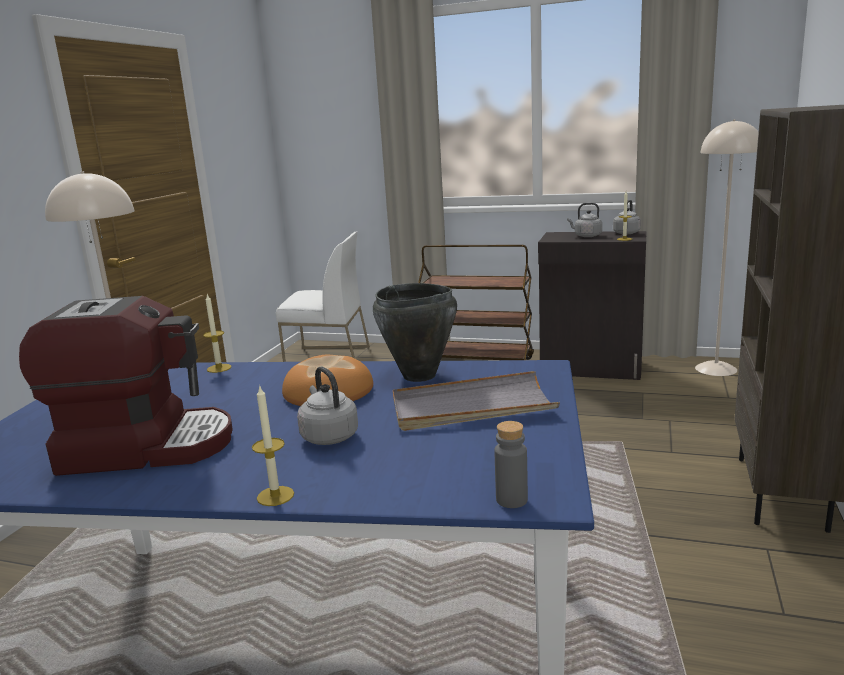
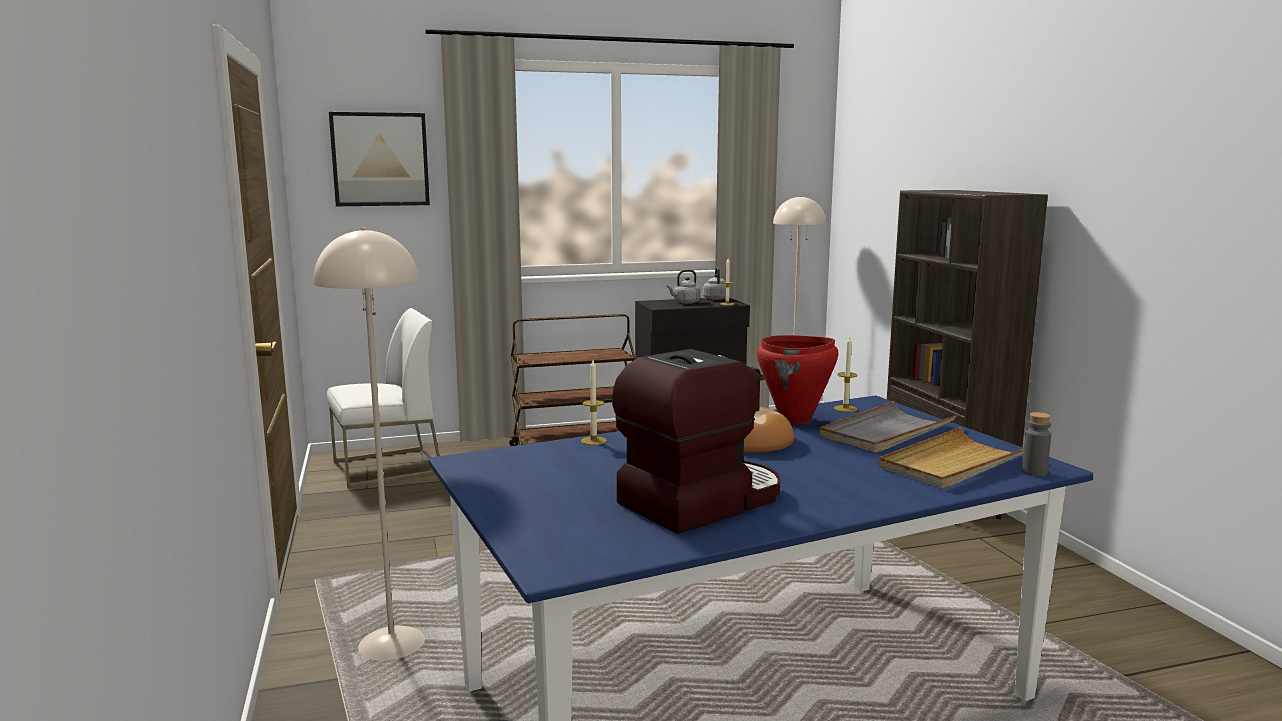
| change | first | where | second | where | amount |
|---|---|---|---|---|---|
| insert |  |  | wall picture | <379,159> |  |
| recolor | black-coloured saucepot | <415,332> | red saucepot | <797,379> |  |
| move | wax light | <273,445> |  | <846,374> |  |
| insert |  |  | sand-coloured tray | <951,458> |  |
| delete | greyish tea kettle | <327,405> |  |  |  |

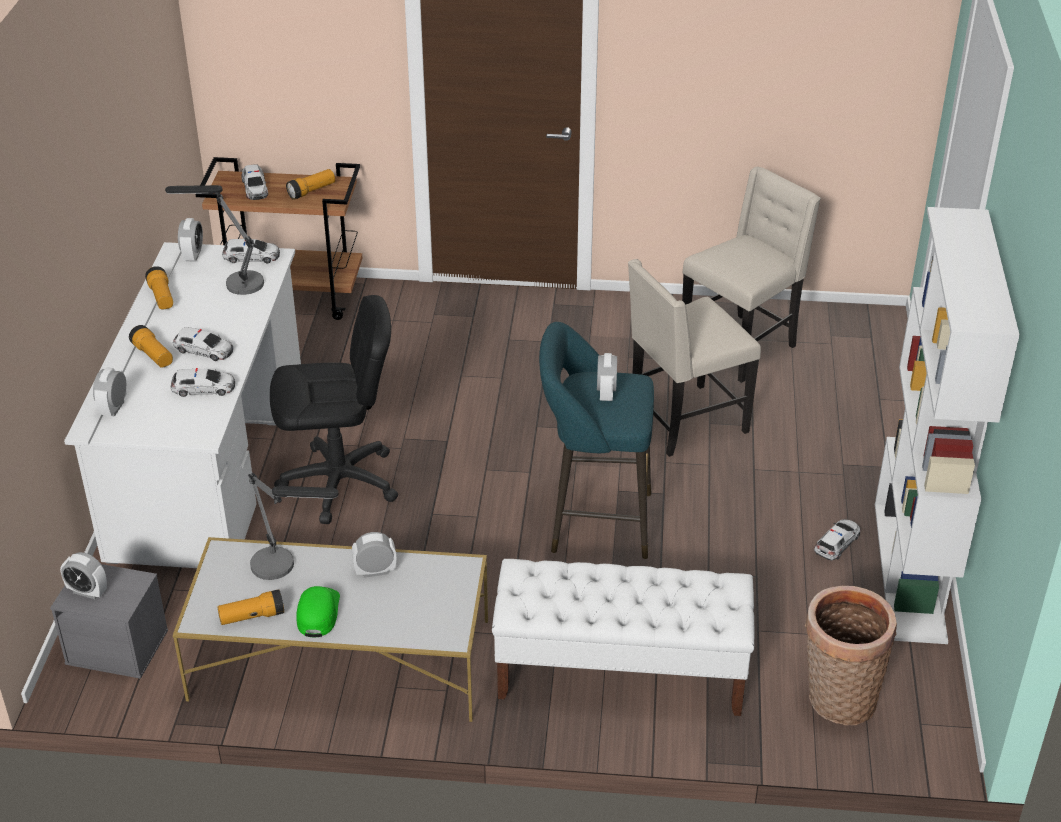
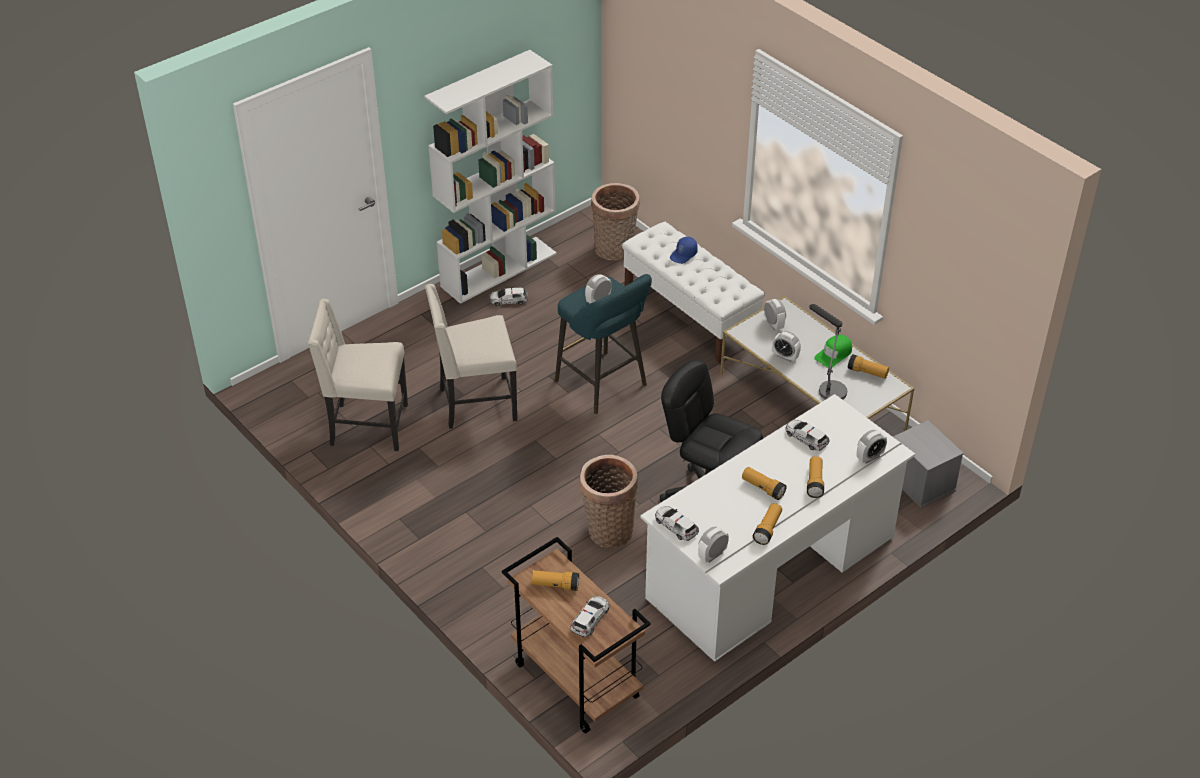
| change | first | where | second | where | amount |
|---|---|---|---|---|---|
| rotate | sand-coloured upright chair | <694,358> |  | <471,356> | 150 degrees clockwise |
| insert |  |  | household basket | <609,501> |  |
| insert |  |  | bluish baseball cap | <684,250> |  |
| insert |  |  | torch | <764,483> |  |
| move | bedside clock | <83,575> |  | <775,314> |  |
| delete | tabletop lamp | <214,240> |  |  |  |
| delete | miniature car | <203,344> |  |  |  |

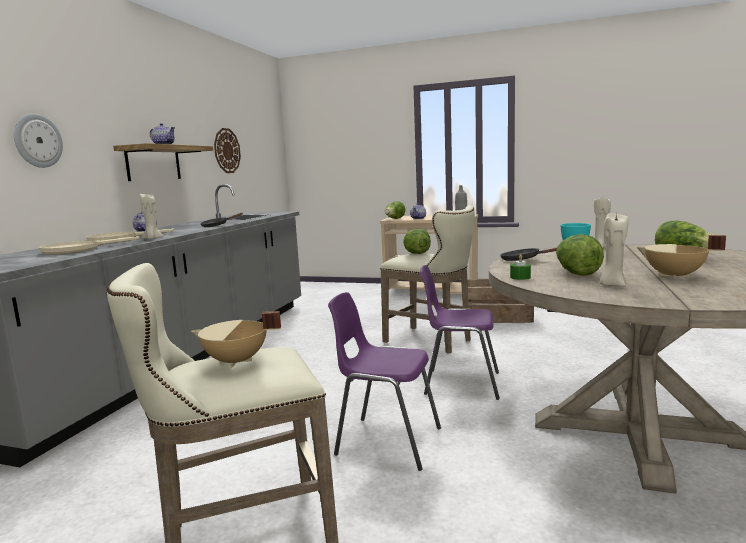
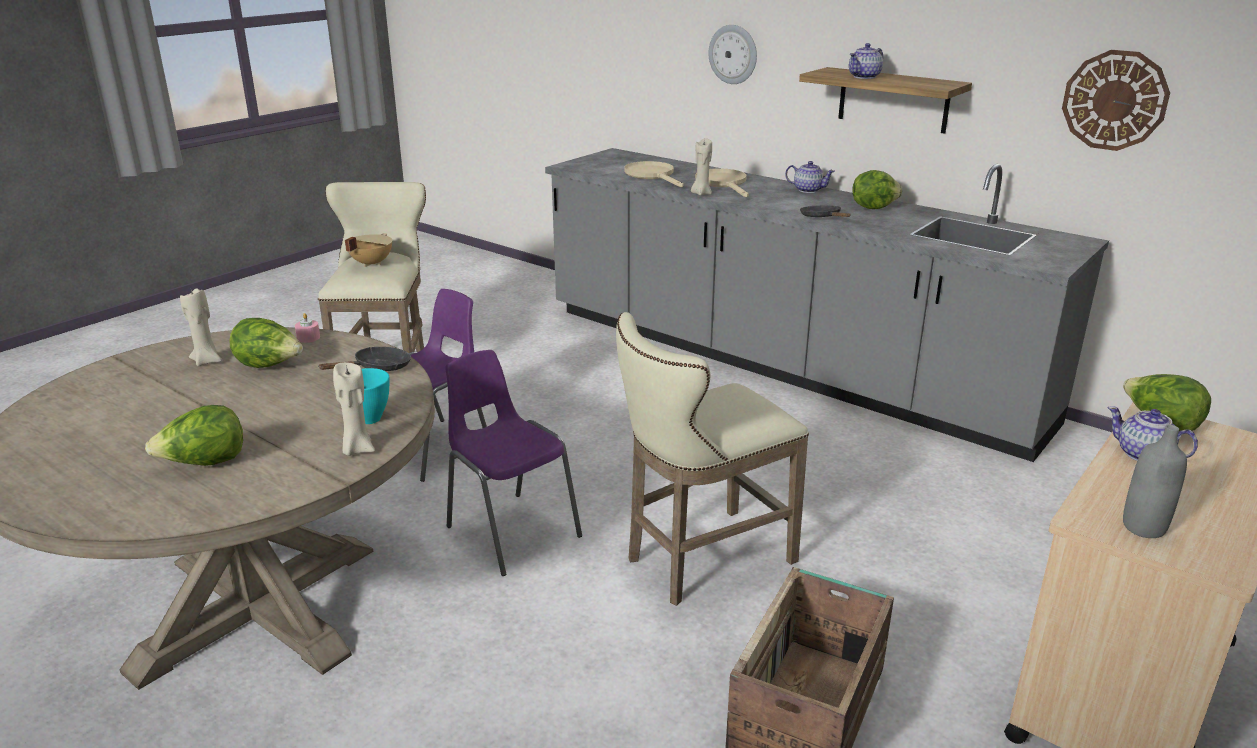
| change | first | where | second | where | amount |
|---|---|---|---|---|---|
| recolor | green wax light | <520,267> | pink wax light | <307,328> |  |
| rotate | purple upright chair | <460,332> |  | <513,463> | 75 degrees counterclockwise |
| move | lettuce head | <417,241> |  | <877,189> |  |
| delete | sand-coloured saucepot | <681,257> |  |  |  |

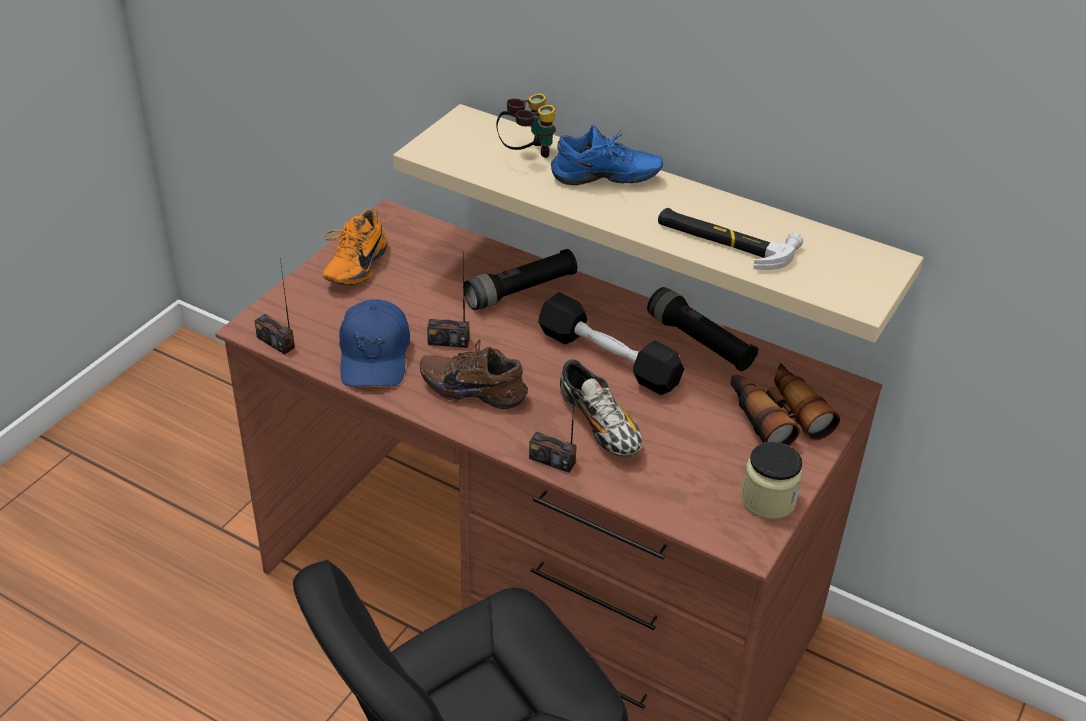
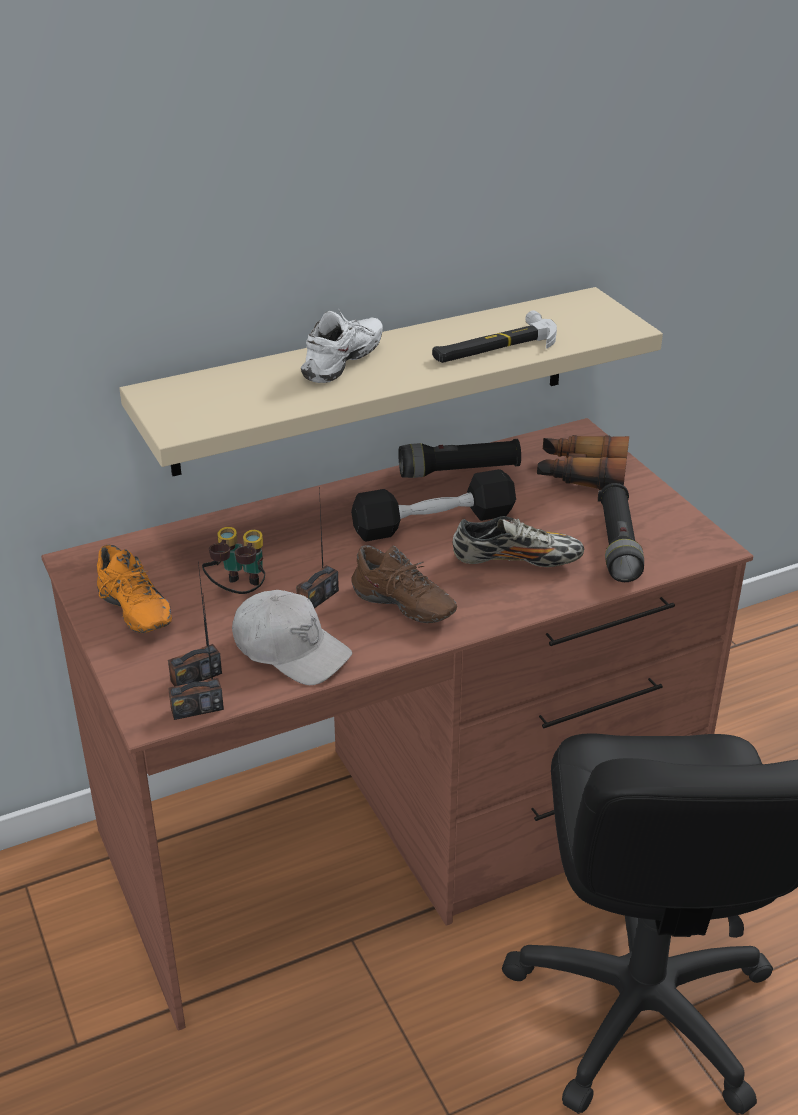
| change | first | where | second | where | amount |
|---|---|---|---|---|---|
| move | radio set | <553,422> |  | <195,623> |  |
| move | pair of binoculars | <526,126> |  | <233,560> |  |
| recolor | bluish baseball cap | <374,343> | white baseball cap | <292,637> |  |
| recolor | bluish low shoe | <607,155> | white low shoe | <342,346> |  |
| rotate | brownish low shoe | <474,374> |  | <404,584> | 105 degrees counterclockwise |
| move | black-coloured torch | <520,279> |  | <621,532> |  |
| delete | jar | <772,480> |  |  |  |

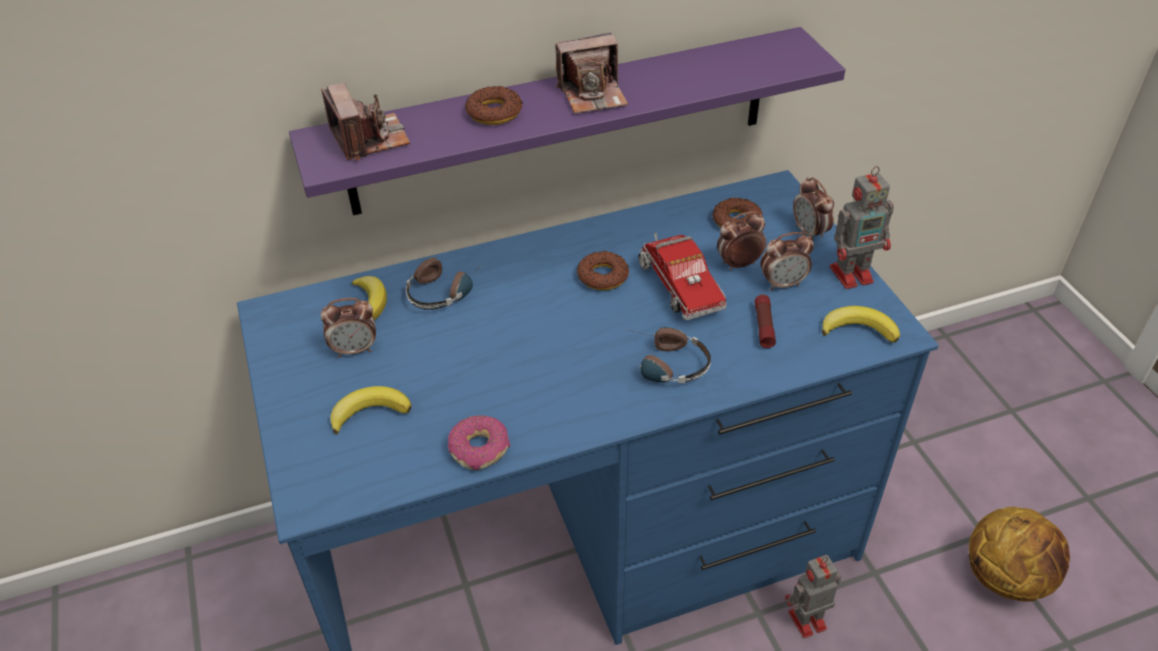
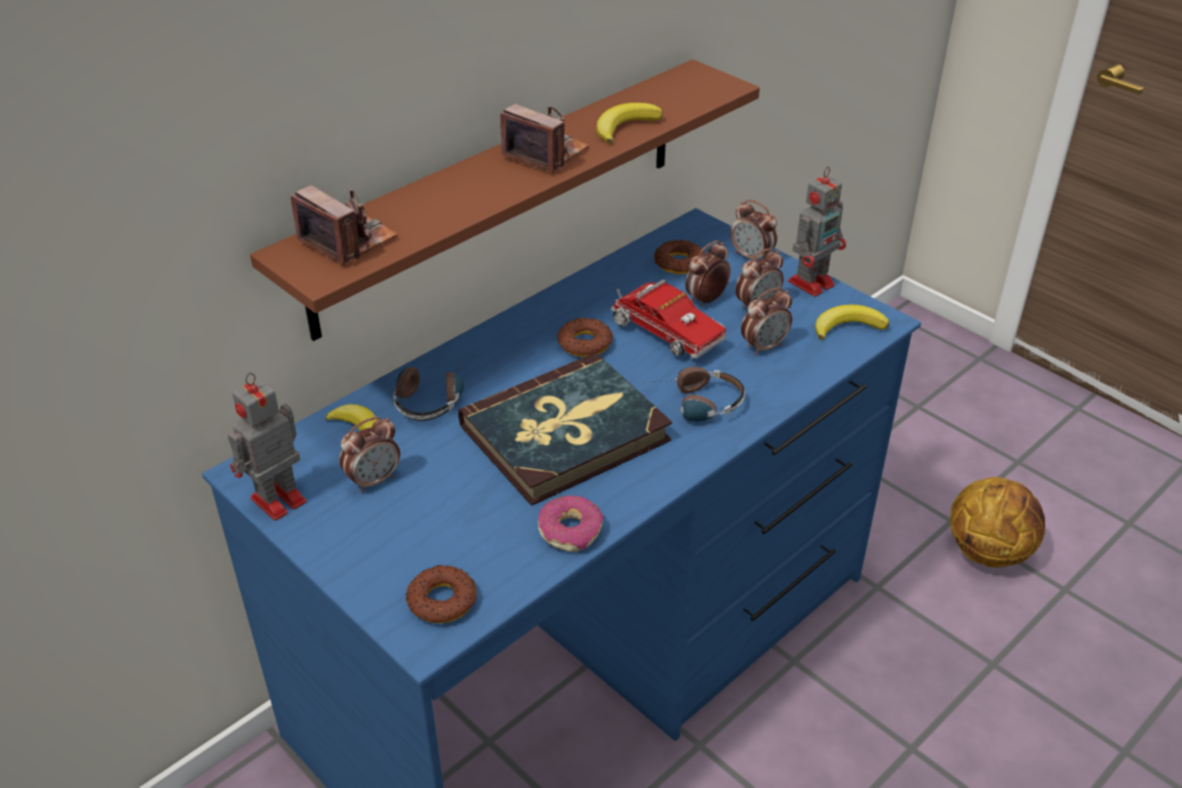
| change | first | where | second | where | amount |
|---|---|---|---|---|---|
| move | toy robot | <813,596> |  | <267,447> |  |
| recolor | purple wall shelf | <567,121> | brownish wall shelf | <505,200> |  |
| move | donut | <494,105> |  | <441,594> |  |
| insert |  |  | volume | <565,429> |  |
| rotate | photo camera | <592,73> |  | <544,138> | 105 degrees counterclockwise |
| move | banana fruit | <371,410> |  | <629,123> |  |
| replace | torch | <765,321> | bedside clock | <766,321> |  |

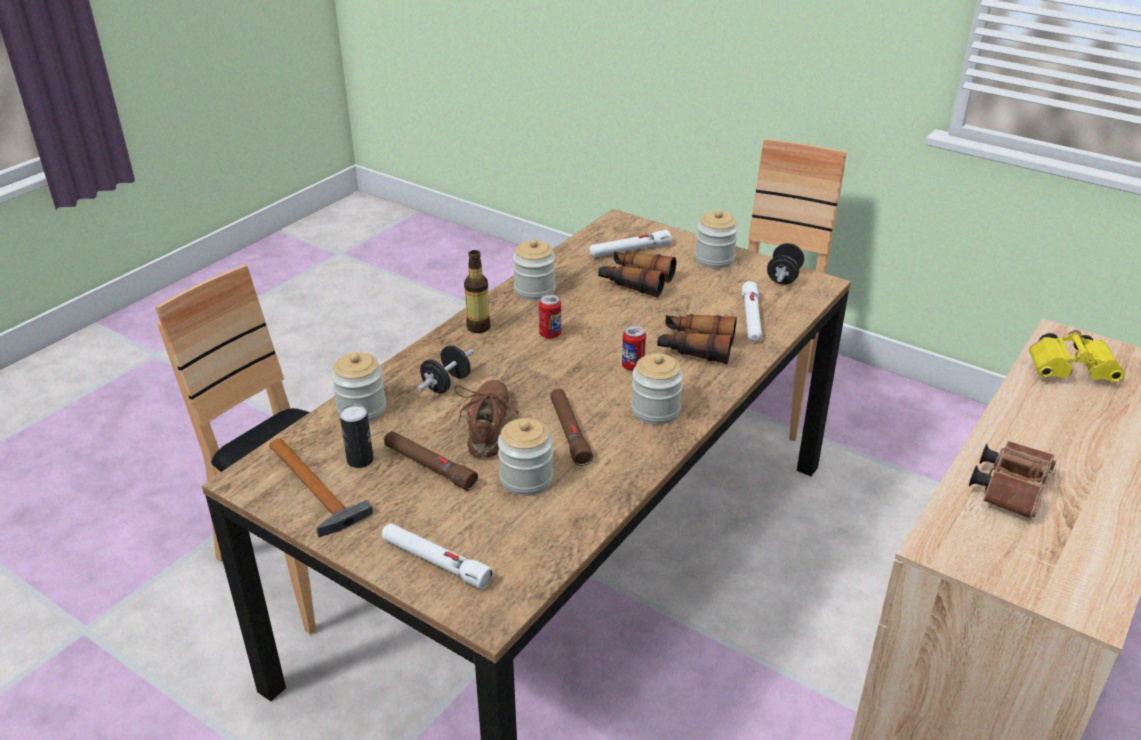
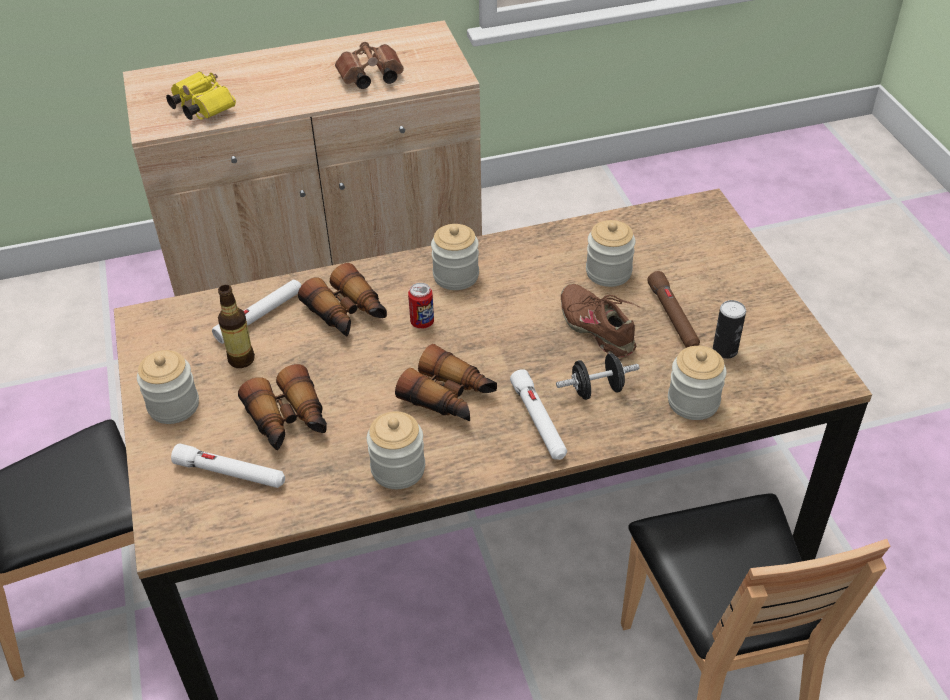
| change | first | where | second | where | amount |
|---|---|---|---|---|---|
| move | bottle | <477,291> |  | <236,326> |  |
| replace | metal can | <550,317> | pair of binoculars | <446,382> |  |
| move | white torch | <437,556> |  | <538,414> |  |
| rotate | brownish low shoe | <487,418> |  | <600,320> | 105 degrees clockwise |
| delete | hammer | <321,488> |  |  |  |
| delete | brownish torch | <571,427> |  |  |  |
| delete | black-coloured free weight | <785,264> |  |  |  |

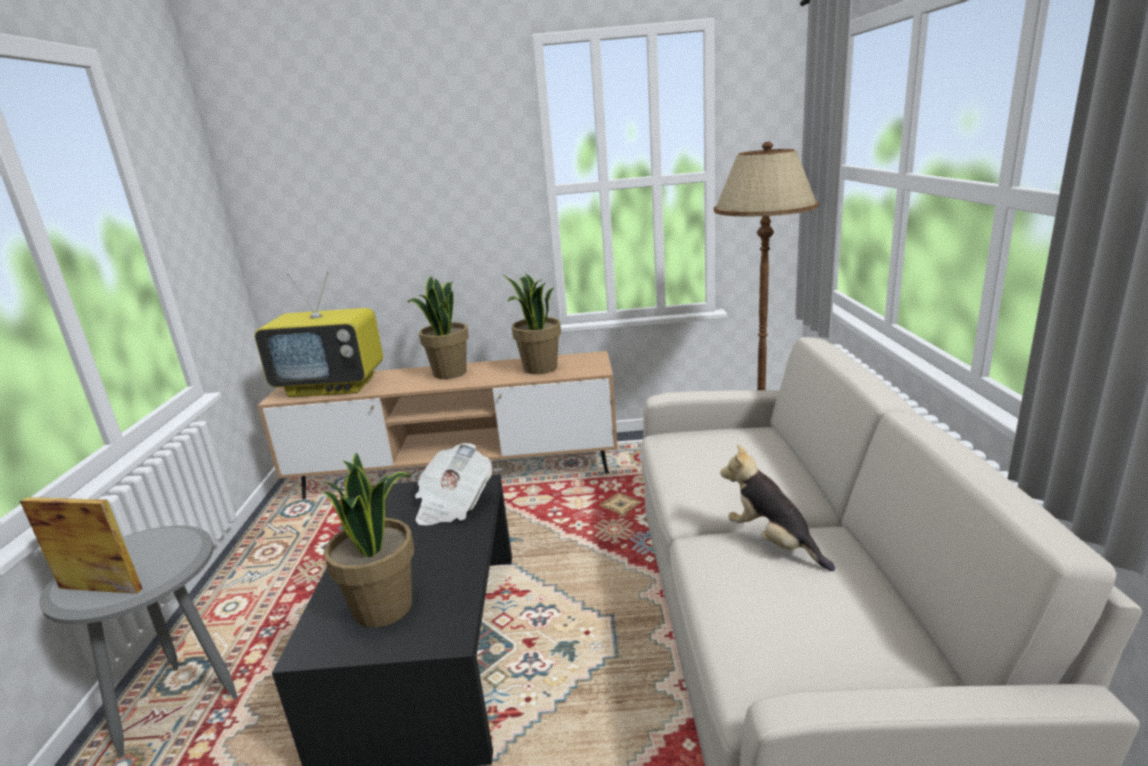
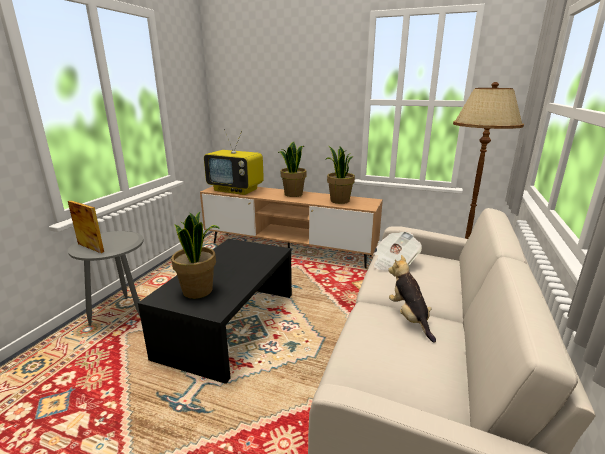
| change | first | where | second | where | amount |
|---|---|---|---|---|---|
| move | daily paper | <453,484> |  | <398,250> |  |

